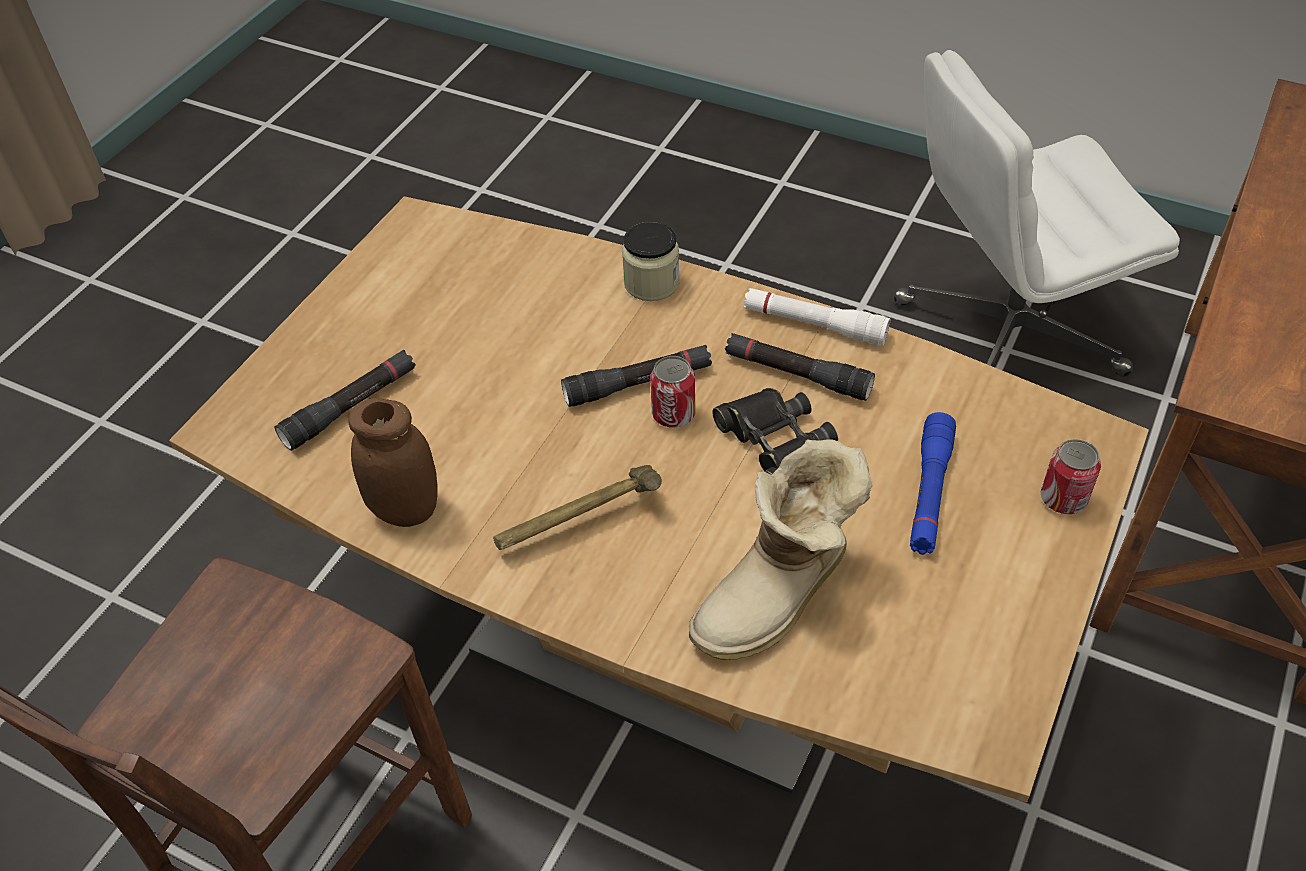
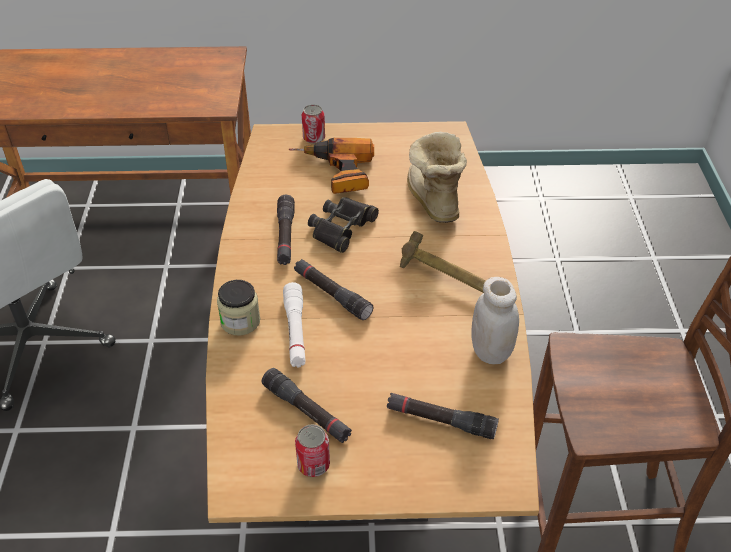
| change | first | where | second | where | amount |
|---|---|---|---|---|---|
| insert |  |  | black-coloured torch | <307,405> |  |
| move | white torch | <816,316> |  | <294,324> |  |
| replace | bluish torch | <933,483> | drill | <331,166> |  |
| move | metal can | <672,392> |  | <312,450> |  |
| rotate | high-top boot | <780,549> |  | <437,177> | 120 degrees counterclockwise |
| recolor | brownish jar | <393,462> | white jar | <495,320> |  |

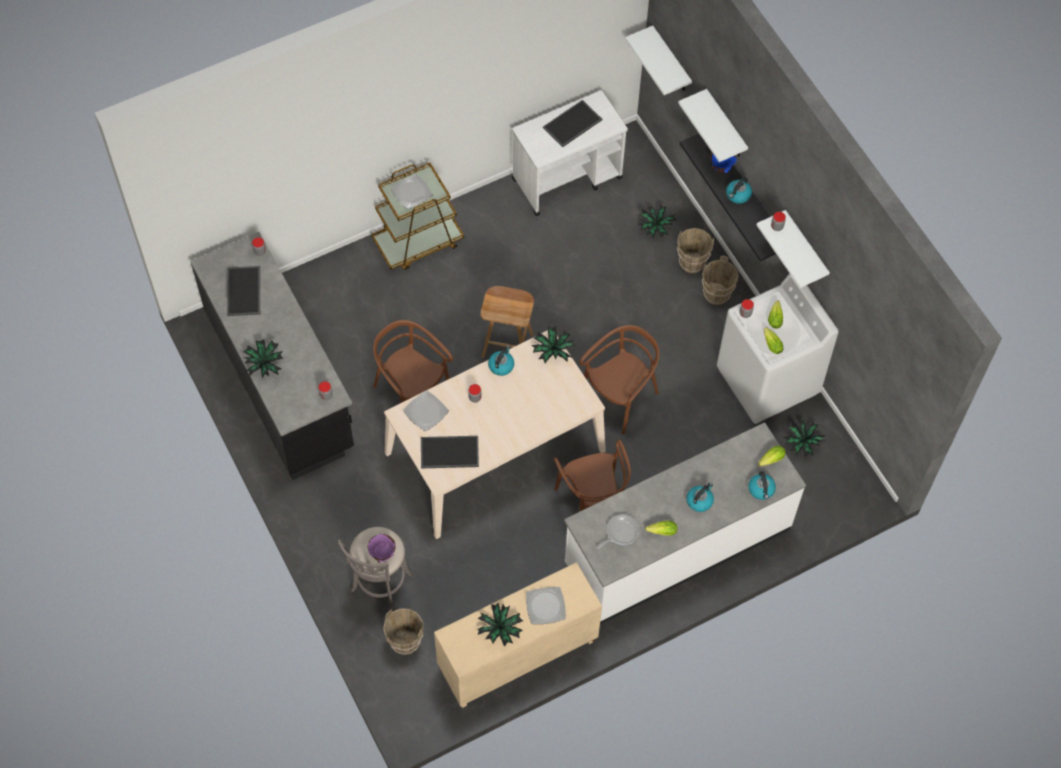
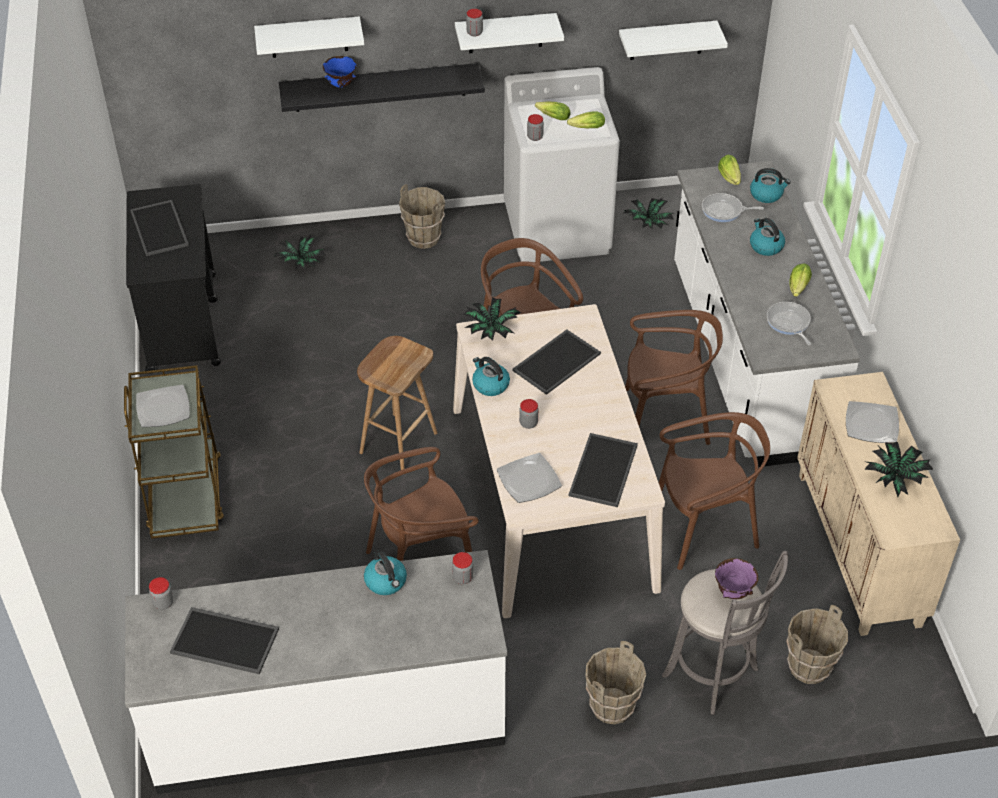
| change | first | where | second | where | amount |
|---|---|---|---|---|---|
| recolor | black-coloured kitchen base unit | <272,356> | white kitchen base unit | <316,672> |  |
| recolor | white cart | <570,153> | black-coloured cart | <173,279> |  |
| move | tea kettle | <739,190> |  | <385,572> |  |
| insert |  |  | tray | <556,362> |  |
| move | brownish water bucket | <695,250> |  | <615,683> |  |
| move | white wall shelf | <658,60> |  | <673,40> |  |
| insert |  |  | brownish upright chair | <714,491> |  |
| insert |  |  | frying pan | <733,207> |  |
| delete | potted plant | <263,358> |  |  |  |

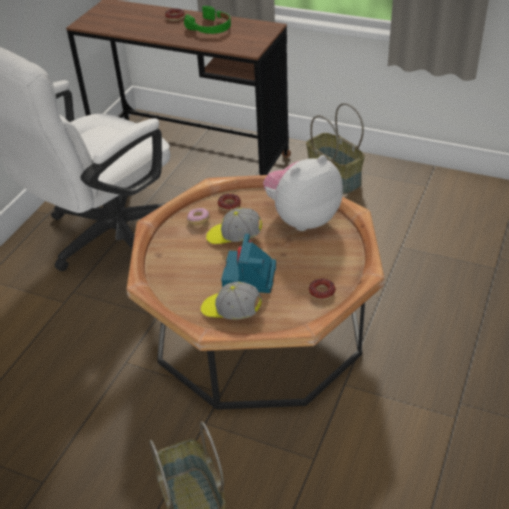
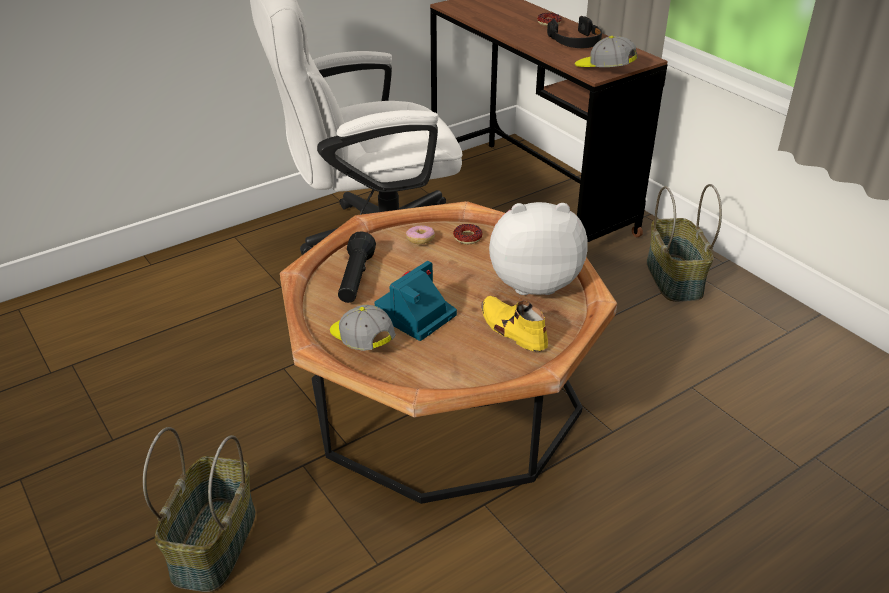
| change | first | where | second | where | amount |
|---|---|---|---|---|---|
| insert |  |  | black-coloured torch | <357,267> |  |
| insert |  |  | yellow-coloured low shoe | <515,323> |  |
| recolor | green headphones | <207,20> | black-coloured headphones | <574,32> |  |
| move | baseball cap | <234,226> |  | <606,51> |  |
| delete | donut | <322,289> |  |  |  |

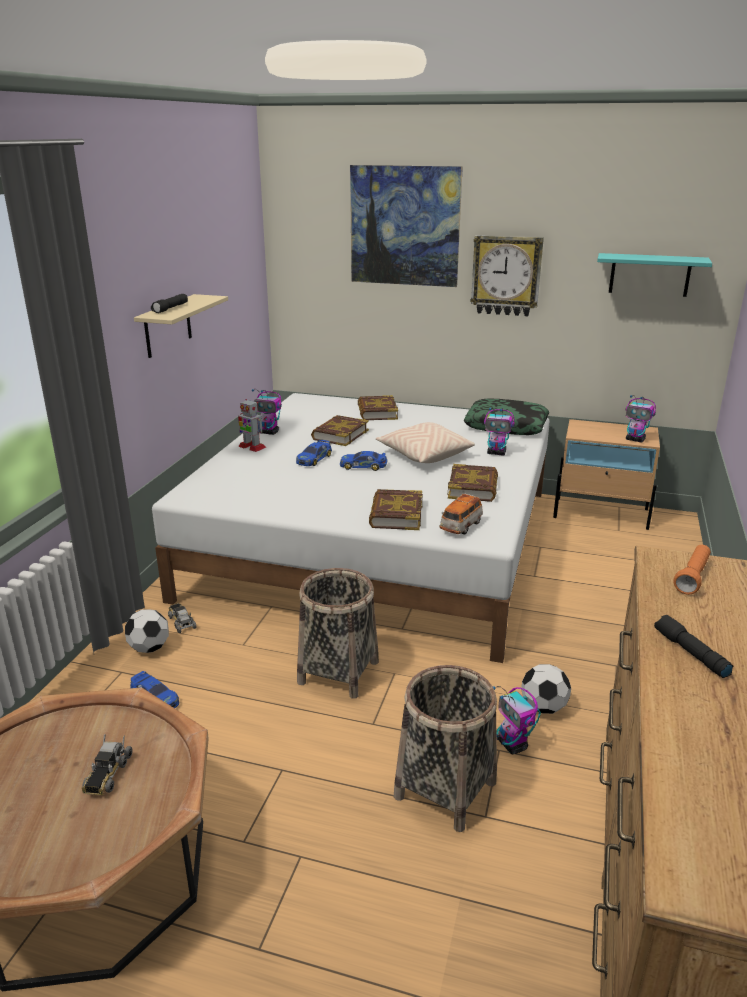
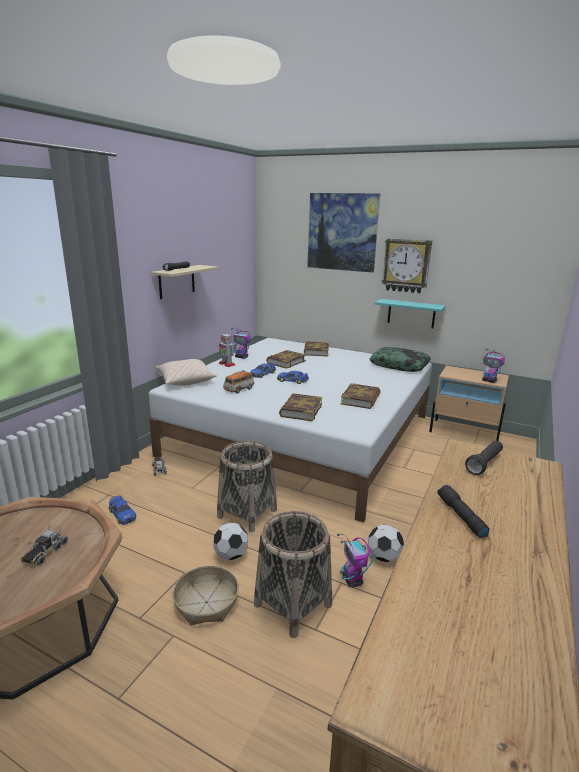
| change | first | where | second | where | amount |
|---|---|---|---|---|---|
| move | sand-coloured cushion | <425,442> |  | <186,372> |  |
| insert |  |  | household basket | <205,595> |  |
| move | football ball | <147,631> |  | <230,541> |  |
| move | miniature car | <461,513> |  | <239,381> |  |
| move | turquoise-coloured wall shelf | <654,275> |  | <410,313> |  |
| recolor | orange-coloured torch | <692,570> | black-coloured torch | <484,458> |  |
| delete | toy robot | <499,431> |  |  |  |

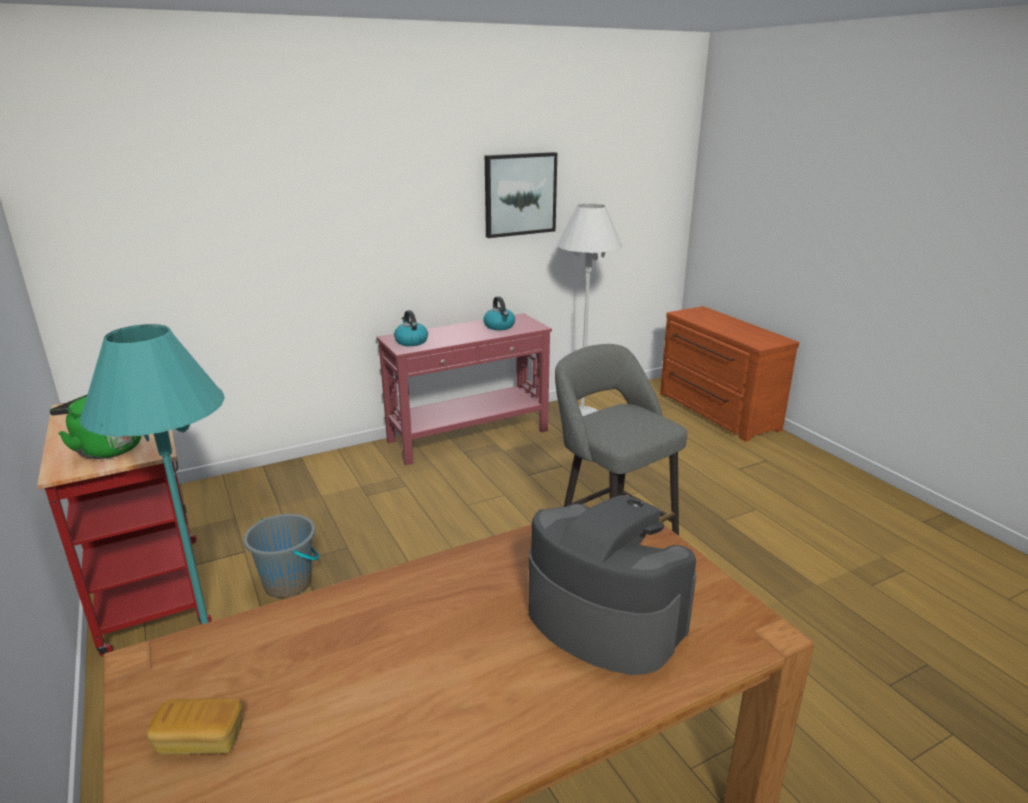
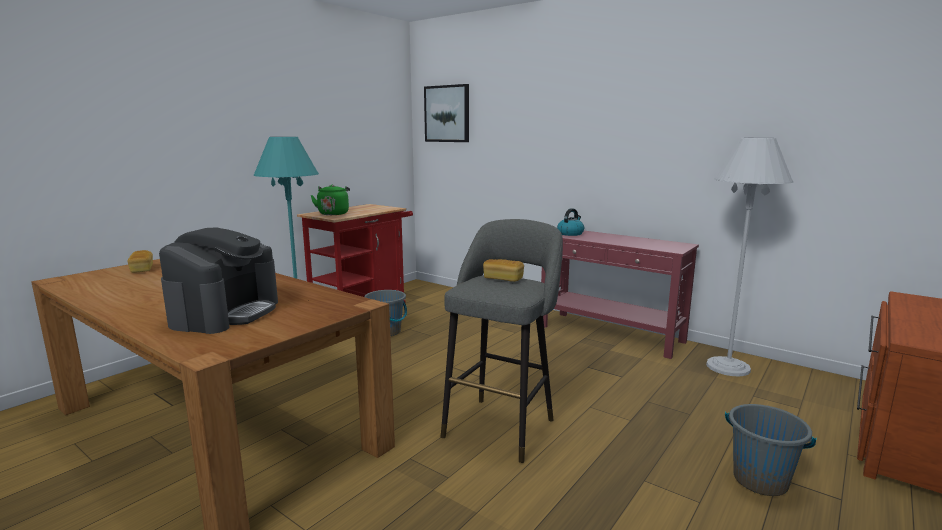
| change | first | where | second | where | amount |
|---|---|---|---|---|---|
| move | wall picture | <521,195> |  | <446,113> |  |
| insert |  |  | baked bread | <503,270> |  |
| insert |  |  | greyish water bucket | <771,450> |  |
| delete | tea kettle | <499,313> |  |  |  |

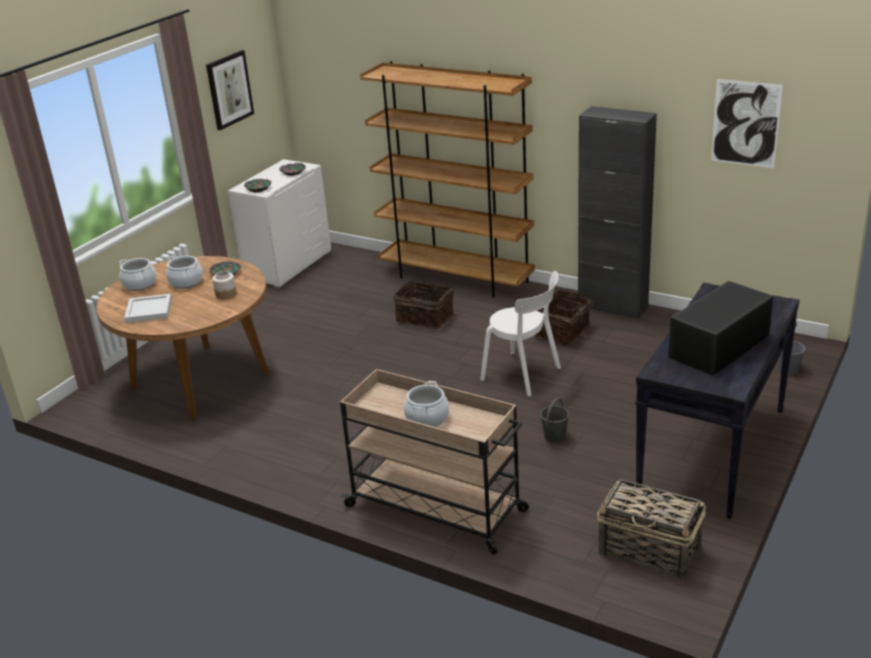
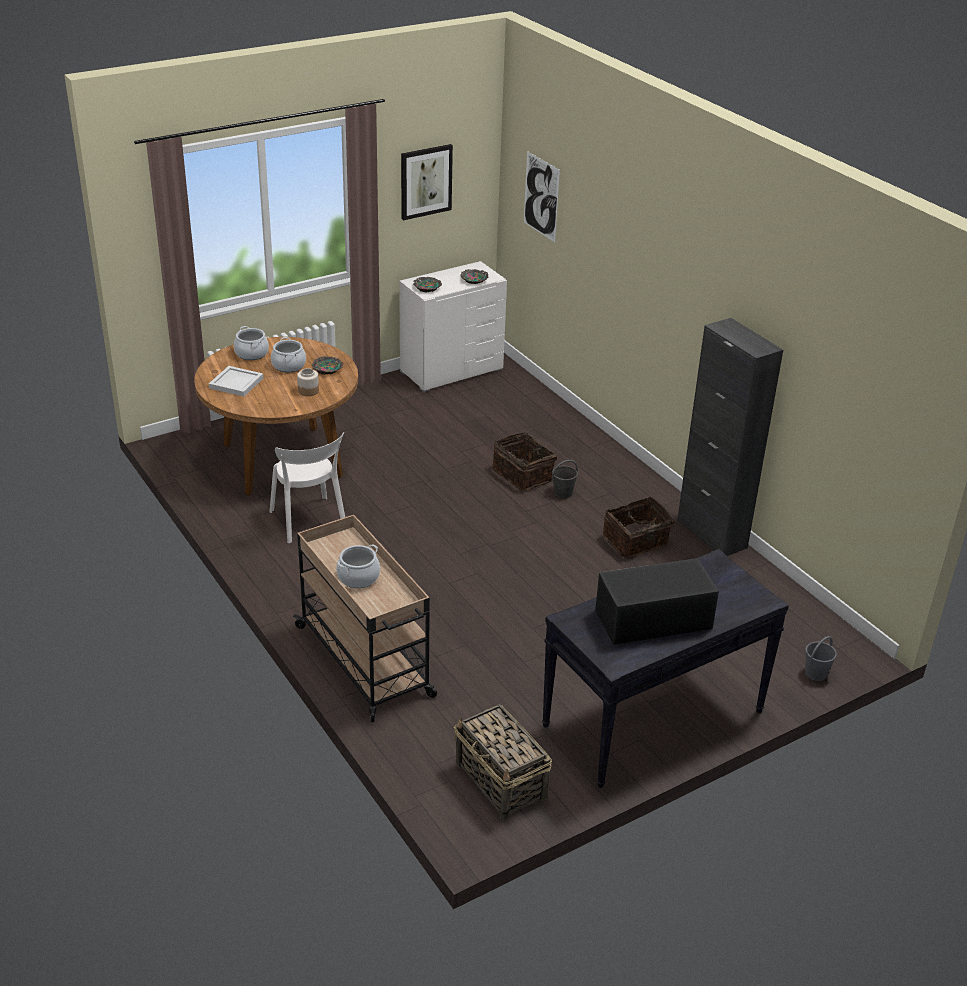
| change | first | where | second | where | amount |
|---|---|---|---|---|---|
| move | white upright chair | <520,333> |  | <307,487> |  |
| move | wall picture | <747,123> |  | <542,196> |  |
| move | greyish water bucket | <554,420> |  | <565,479> |  |
| delete | brownish bookcase | <447,179> |  |  |  |

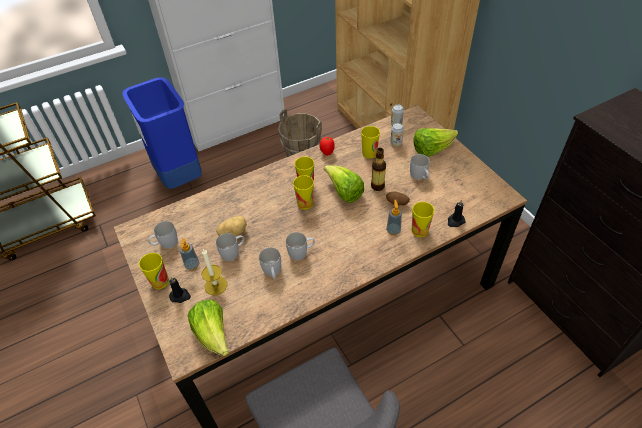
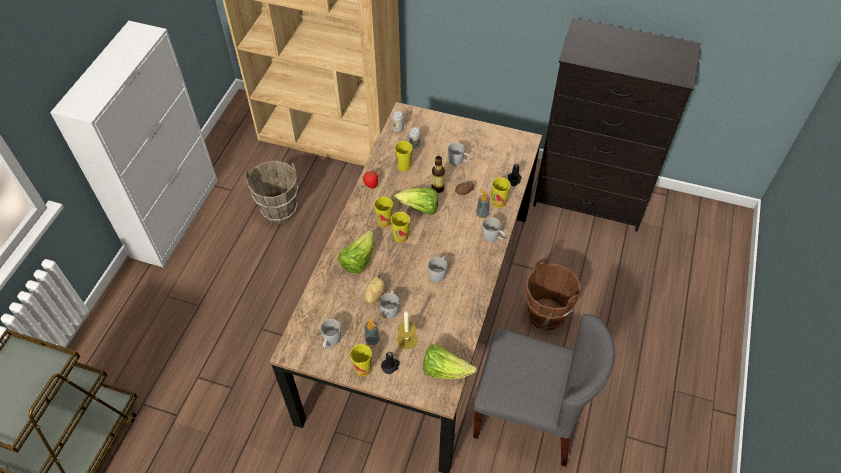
| change | first | where | second | where | amount |
|---|---|---|---|---|---|
| move | lettuce head | <435,142> |  | <356,252> |  |
| move | white coffee mug | <270,263> |  | <494,229> |  |
| insert |  |  | brownish water bucket | <553,294> |  |
| delete | bluish rubbish bin | <162,133> |  |  |  |

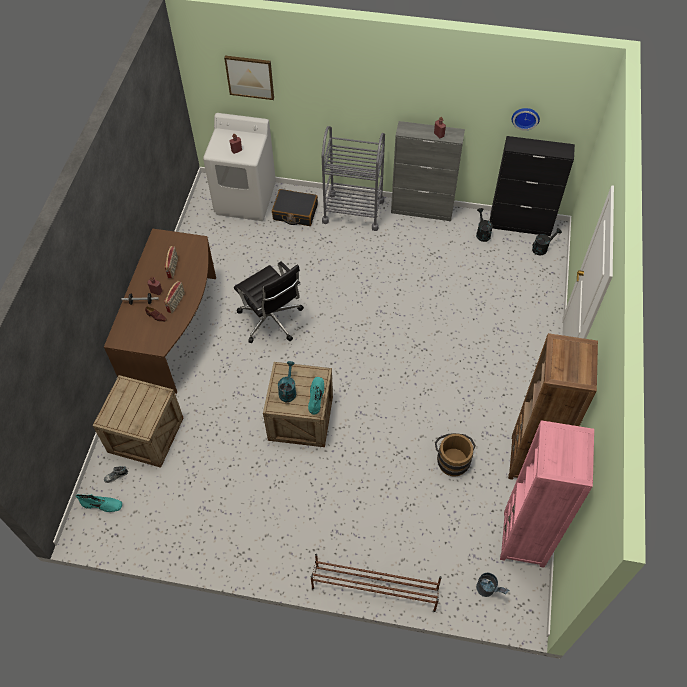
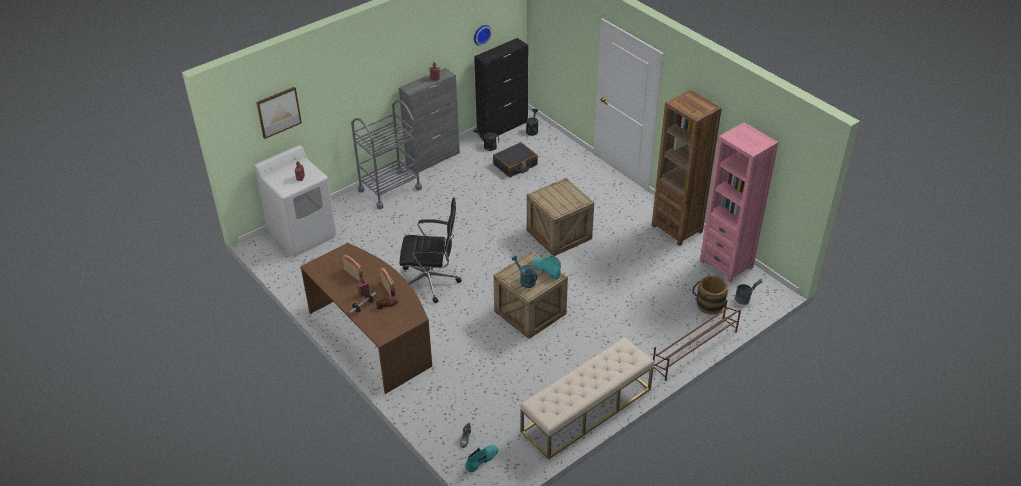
| change | first | where | second | where | amount |
|---|---|---|---|---|---|
| move | black-coloured piece of luggage | <295,207> |  | <515,159> |  |
| insert |  |  | sand-coloured long seat | <587,398> |  |
| move | crate | <138,421> |  | <560,217> |  |
| move | brownish water bucket | <455,455> |  | <710,295> |  |

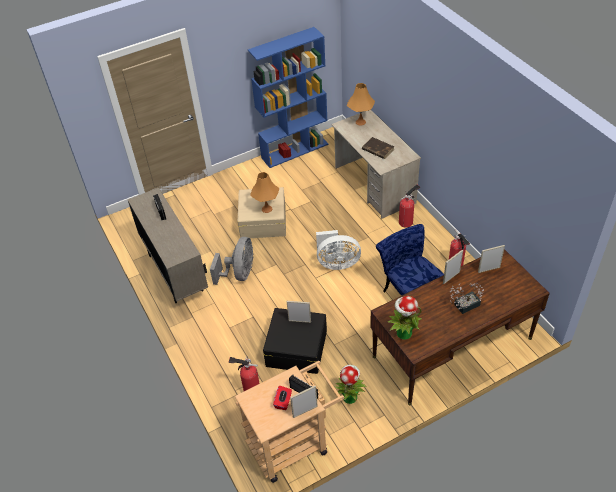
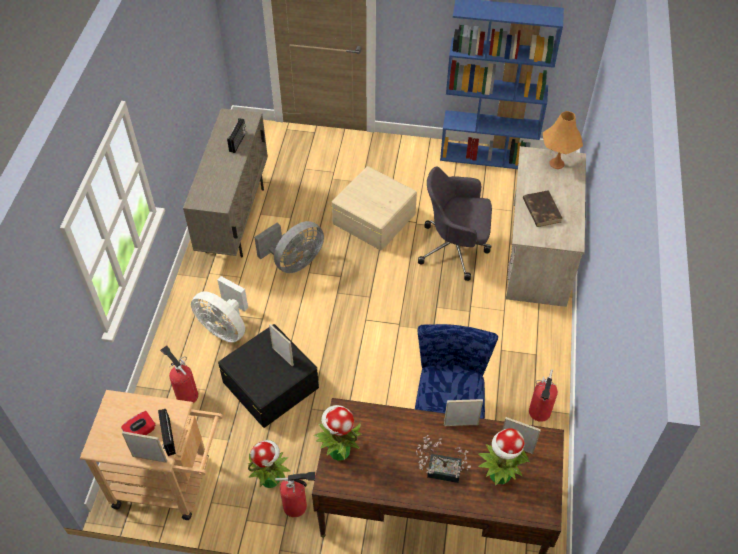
| change | first | where | second | where | amount |
|---|---|---|---|---|---|
| move | white fan | <338,250> |  | <219,309> |  |
| move | fire extinguisher | <409,206> |  | <295,493> |  |
| insert |  |  | greyish desk chair | <455,224> |  |
| insert |  |  | potted plant | <504,457> |  |
| delete | orange-coloured tabletop lamp | <264,192> |  |  |  |

